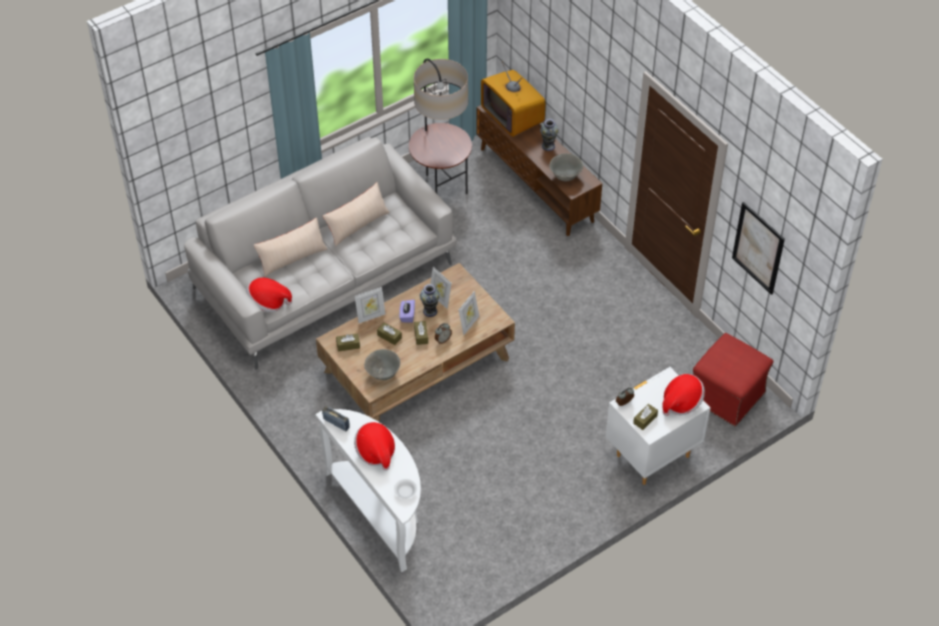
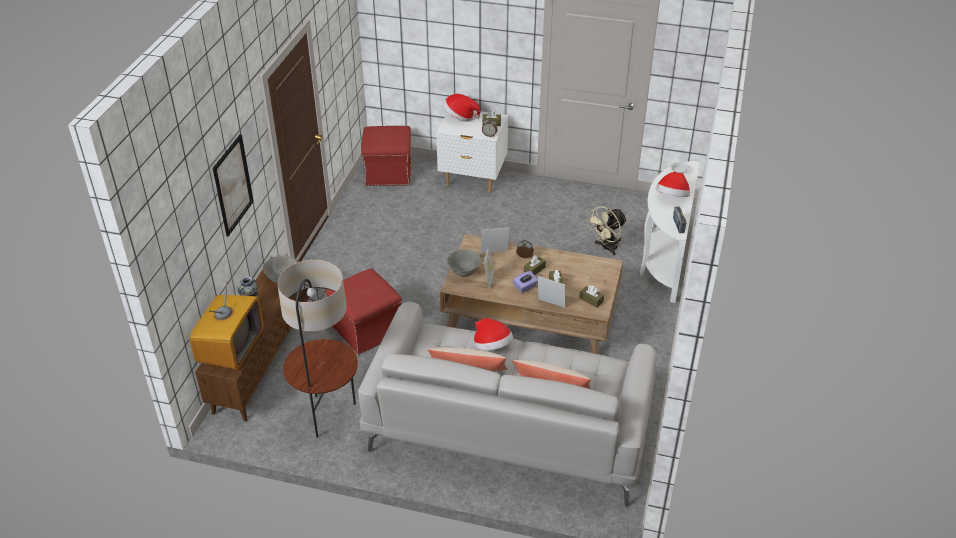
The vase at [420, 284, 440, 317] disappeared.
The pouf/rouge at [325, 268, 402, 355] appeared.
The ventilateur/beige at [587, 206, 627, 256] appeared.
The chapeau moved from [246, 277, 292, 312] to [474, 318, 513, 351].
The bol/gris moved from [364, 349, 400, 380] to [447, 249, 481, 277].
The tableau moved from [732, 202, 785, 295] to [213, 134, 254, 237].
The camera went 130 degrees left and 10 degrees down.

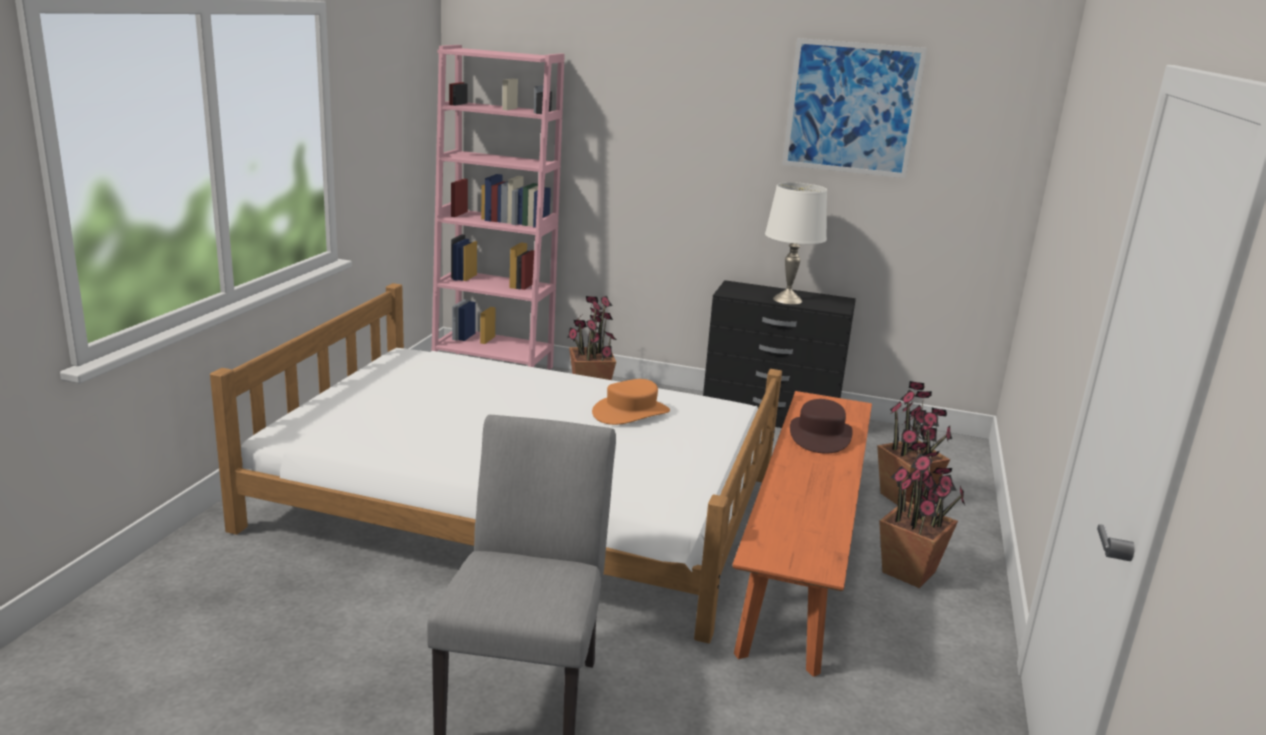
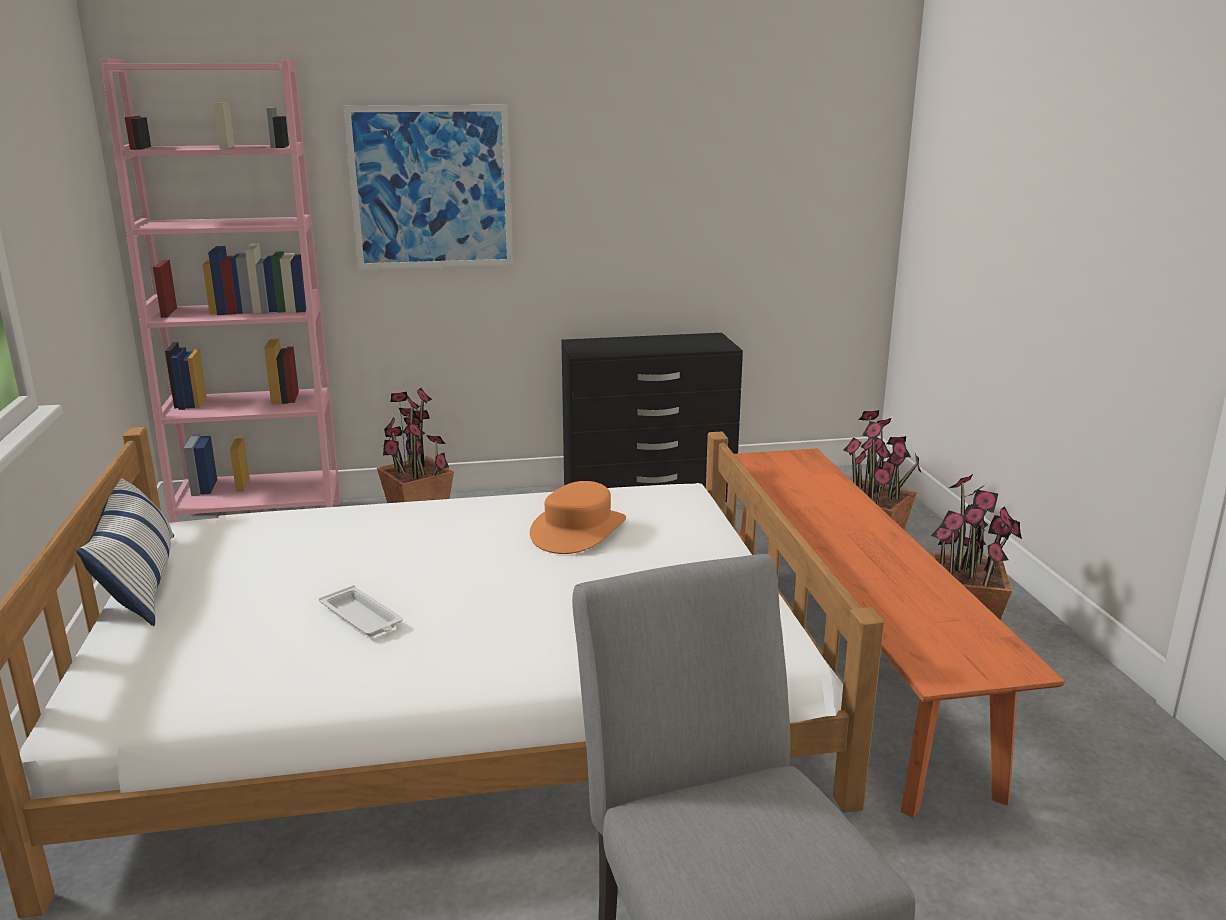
The lampe de table/blanc at [765, 182, 827, 304] disappeared.
The chapeau/marron at [790, 399, 853, 453] disappeared.
The coussin at [76, 478, 174, 626] appeared.
The plateau/blanc at [319, 585, 403, 637] appeared.
The tableau moved from [782, 38, 927, 178] to [344, 105, 513, 270].
The camera went 25 degrees left and 0 degrees up.

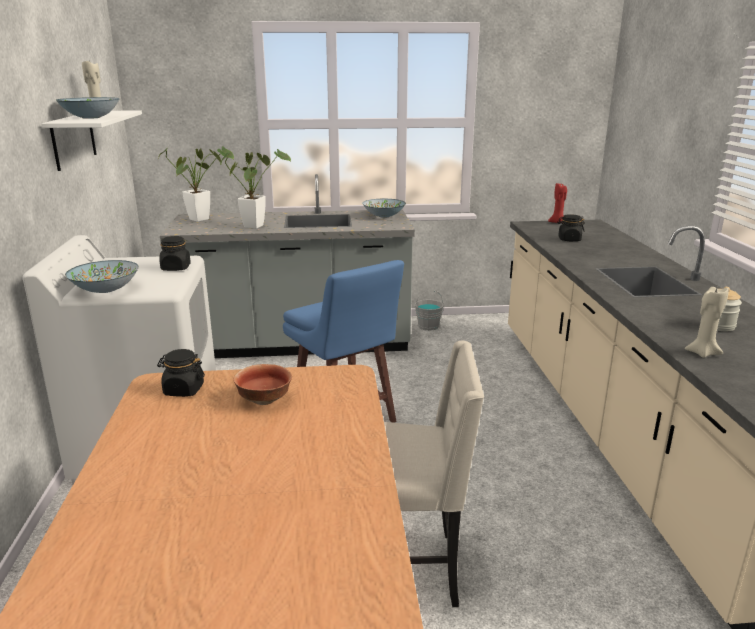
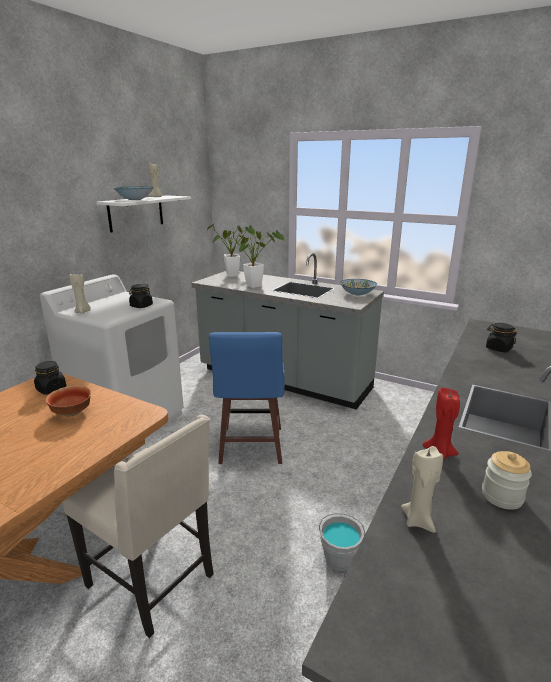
The seau/gris moved from [415, 290, 444, 331] to [319, 513, 365, 571].
The bougie/rouge moved from [548, 183, 567, 223] to [423, 388, 460, 460].
The bol at [65, 260, 139, 293] was replaced by the bougie/beige at [69, 274, 91, 314].
The camera went 35 degrees right and 0 degrees up.

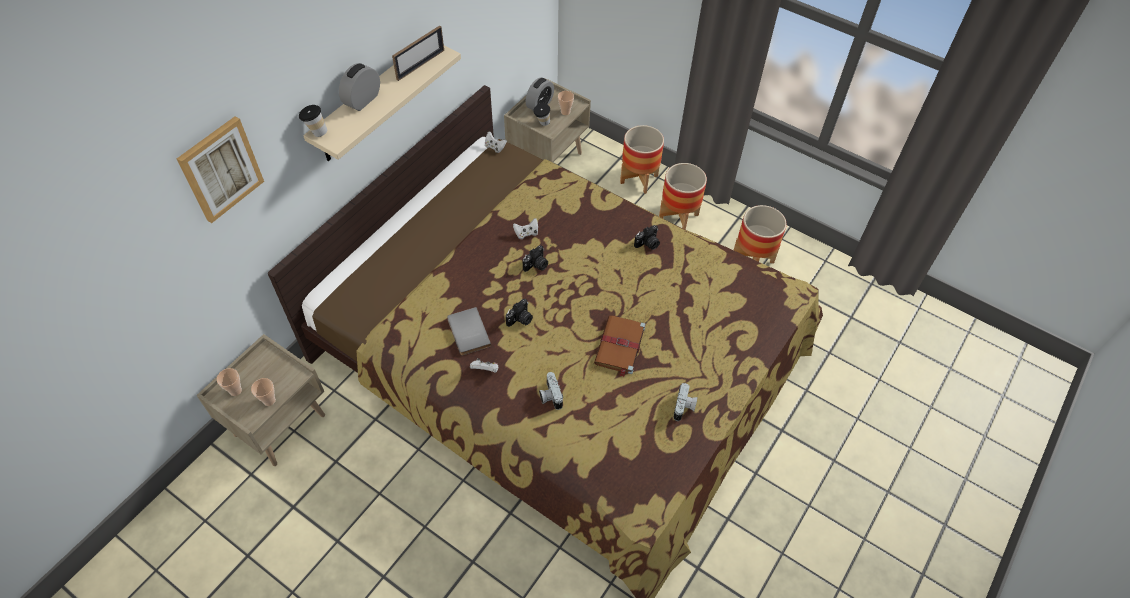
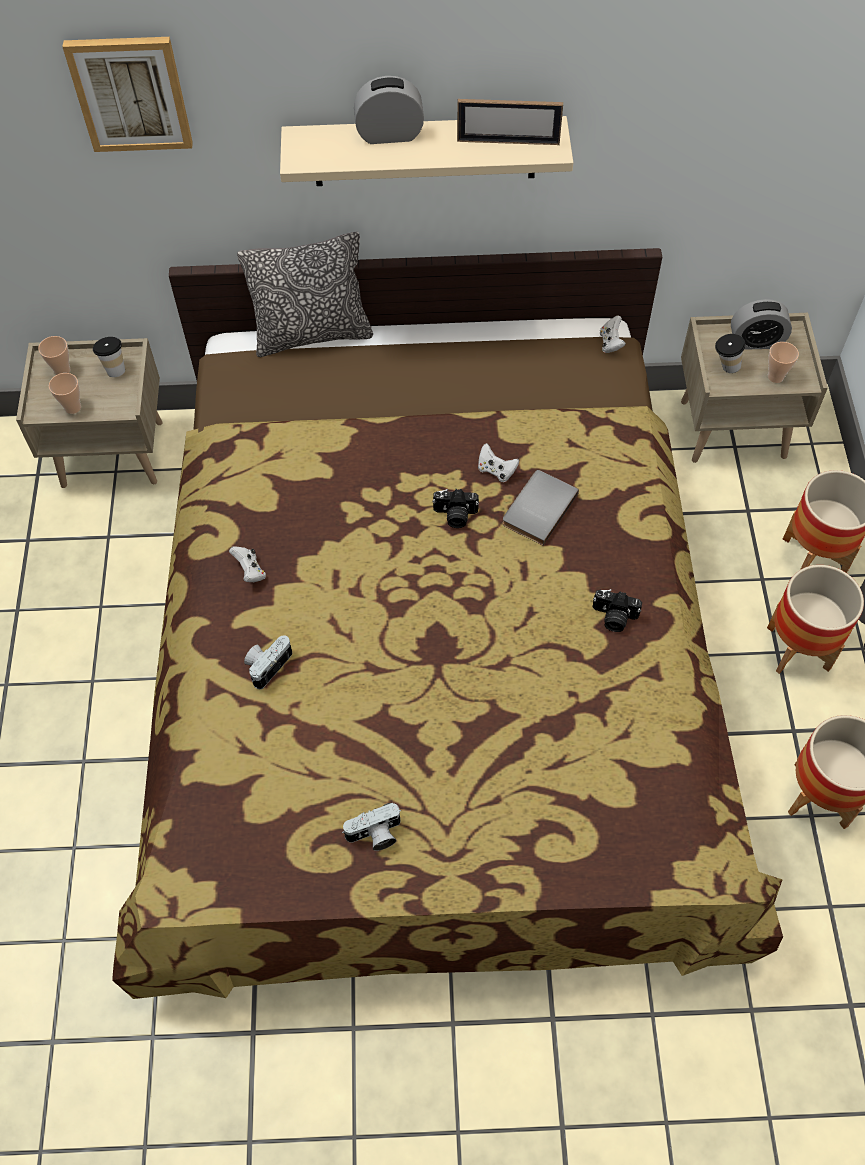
The appareil photo at [506, 299, 533, 327] disappeared.
The livre/marron at [594, 315, 646, 377] disappeared.
The coussin at [237, 232, 373, 357] appeared.
The tasse moved from [299, 105, 327, 137] to [93, 337, 125, 377].
The livre/gris moved from [447, 307, 491, 355] to [502, 470, 579, 545].
The camera went 55 degrees right and 5 degrees up.

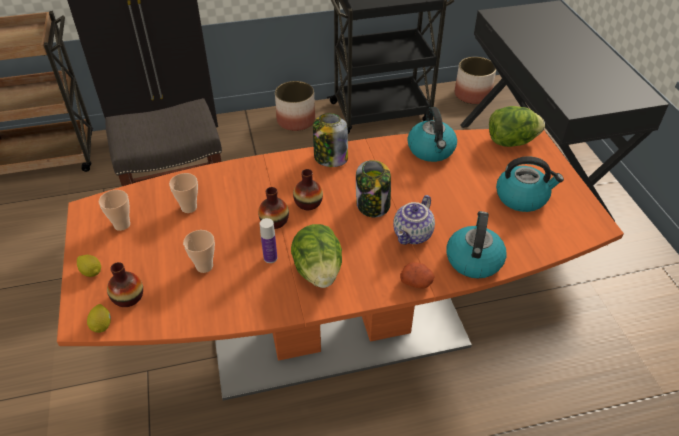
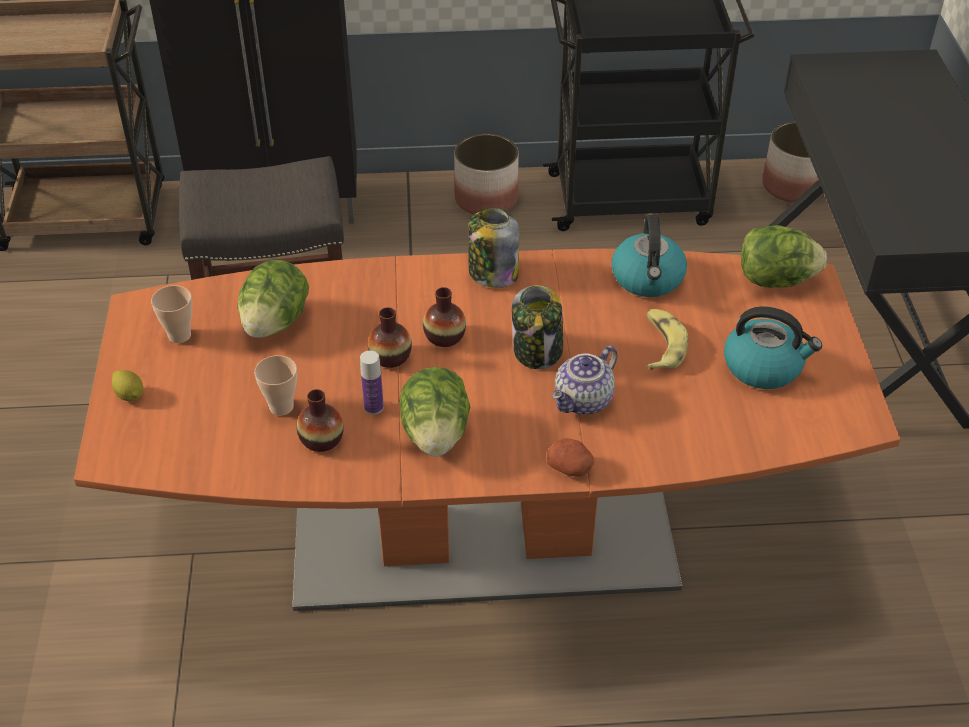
The citron at [87, 304, 111, 333] disappeared.
The bouilloire at [446, 211, 507, 278] disappeared.
The banane at [646, 309, 688, 370] appeared.
The vase moved from [107, 262, 143, 307] to [296, 389, 344, 452].
The tasse at [169, 173, 198, 213] was replaced by the laitue at [238, 260, 309, 338].
The camera went 10 degrees right and 0 degrees up.

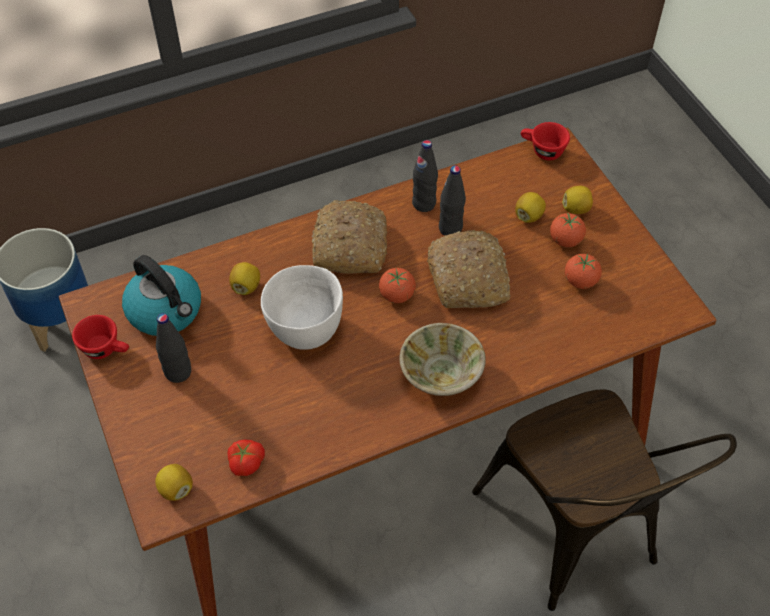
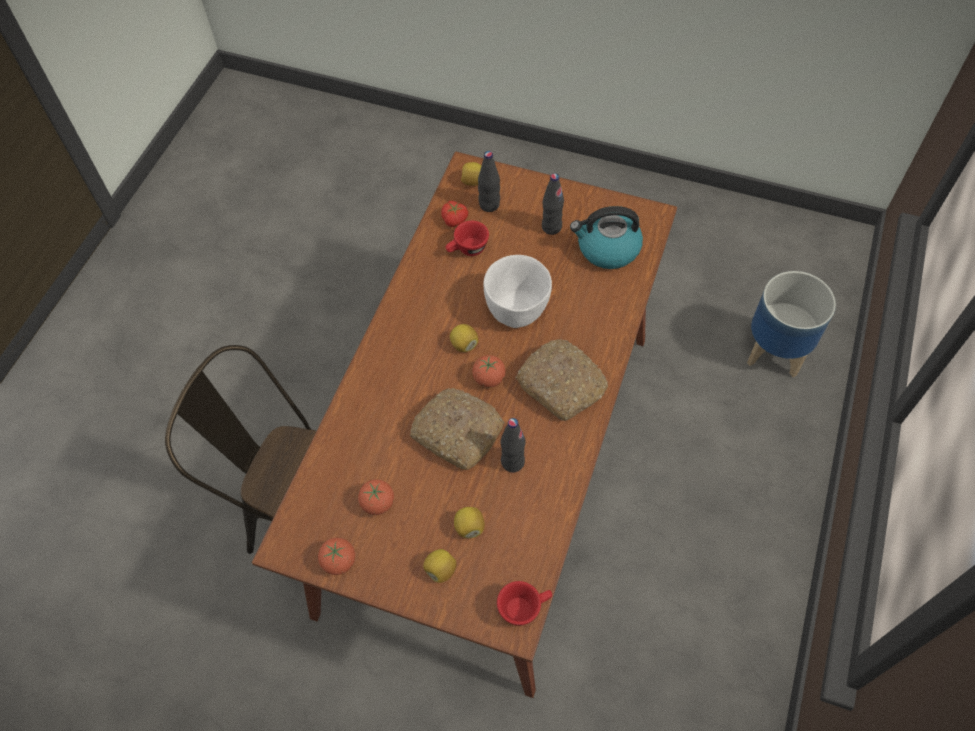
The bol/beige at [399, 323, 486, 396] disappeared.
The tasse/rouge moved from [72, 315, 129, 359] to [446, 221, 489, 256].
The citron moved from [229, 262, 260, 295] to [450, 324, 479, 352].
The bouteille/noir moved from [412, 140, 438, 212] to [478, 151, 500, 212].
The tomate moved from [550, 213, 586, 247] to [318, 538, 355, 575].
The camera went 135 degrees right and 5 degrees up.

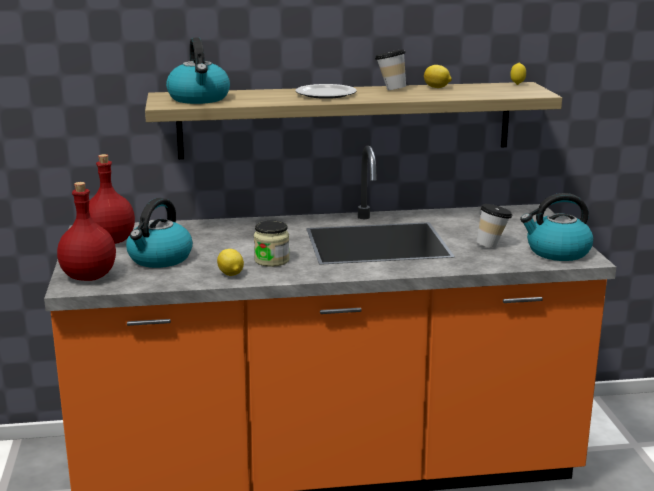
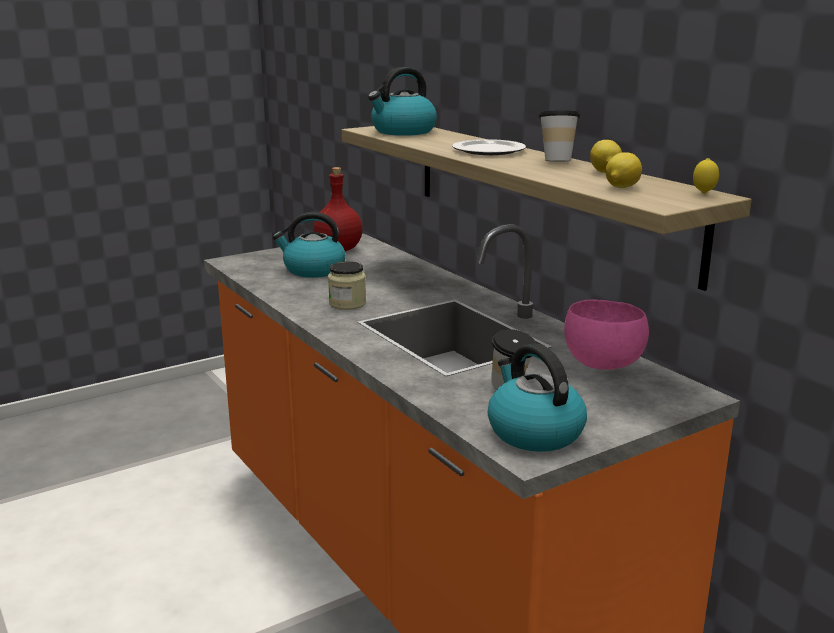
The bouteille/rouge at [57, 182, 116, 281] disappeared.
The bol/rose at [564, 299, 649, 370] appeared.
The citron moved from [217, 249, 244, 276] to [605, 152, 642, 188].
The camera went 65 degrees right and 0 degrees up.

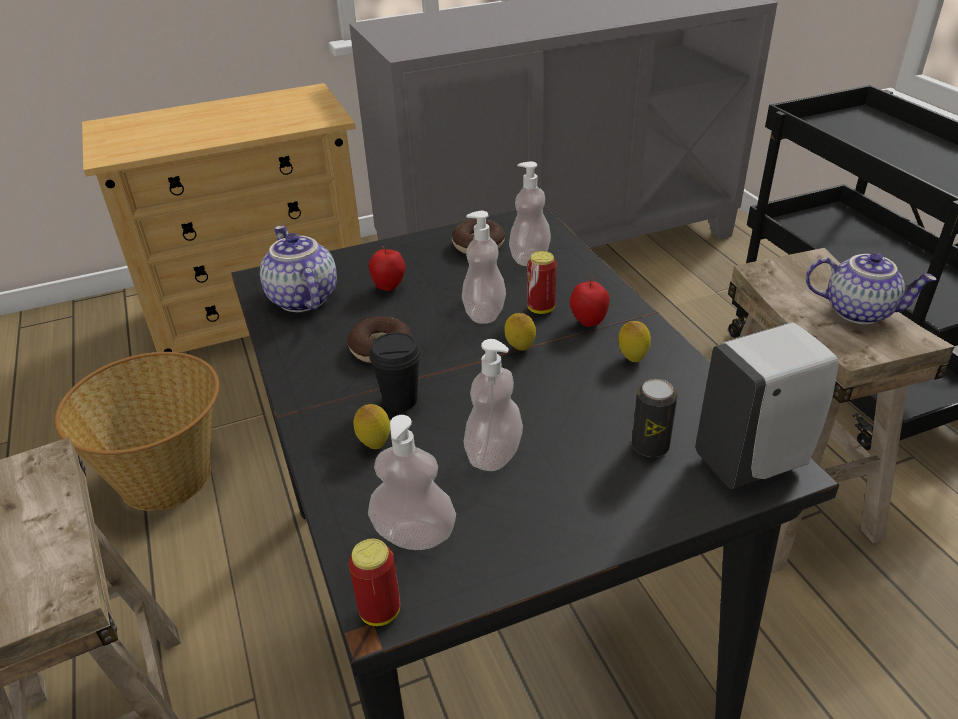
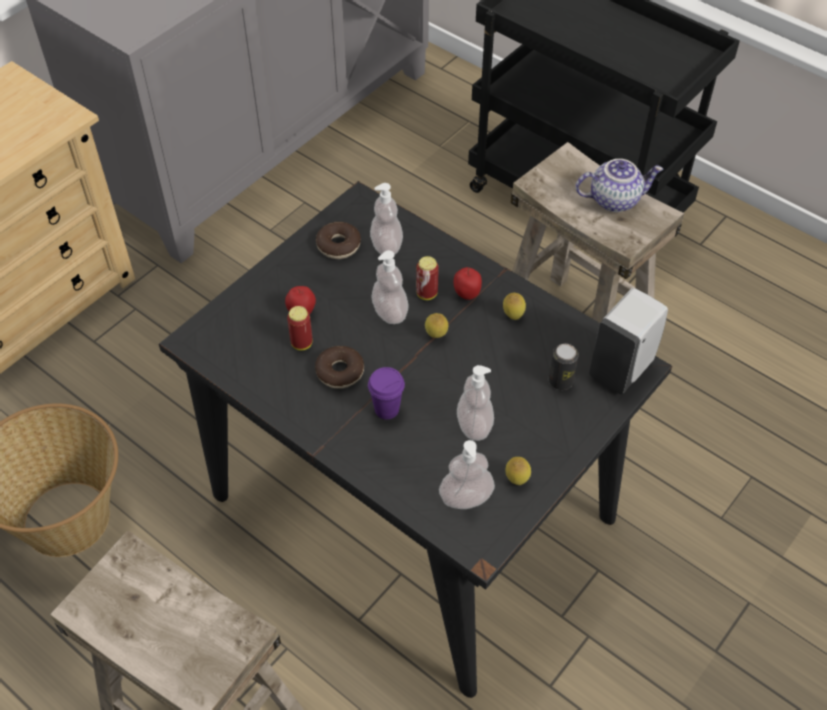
The théière at [260, 225, 337, 312] disappeared.
The boîte métallique moved from [349, 539, 400, 626] to [287, 306, 312, 350].
The citron moved from [354, 404, 390, 449] to [506, 457, 531, 485].
The tasse/noir at [369, 332, 421, 411] became the tasse/violet at [368, 367, 405, 419].
The camera went 30 degrees left and 15 degrees up.

